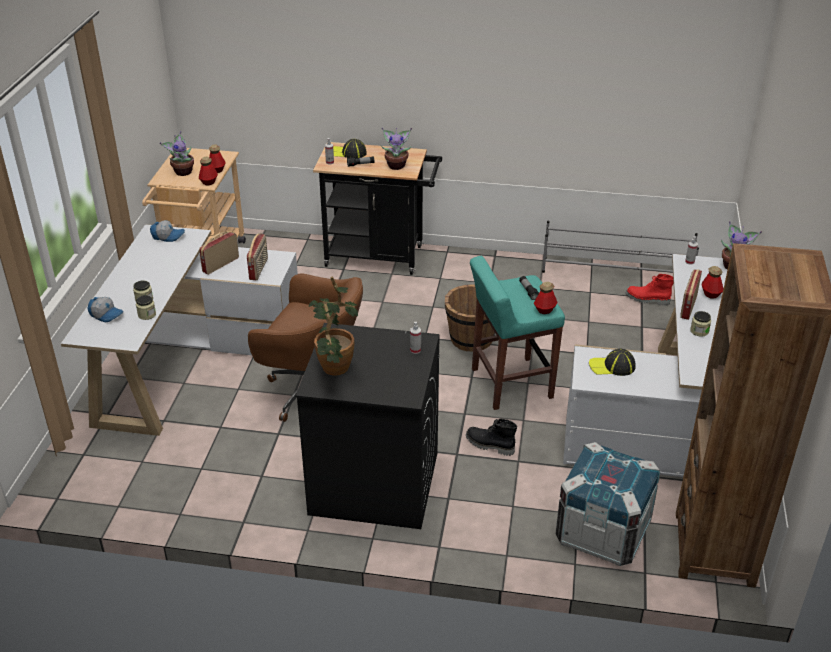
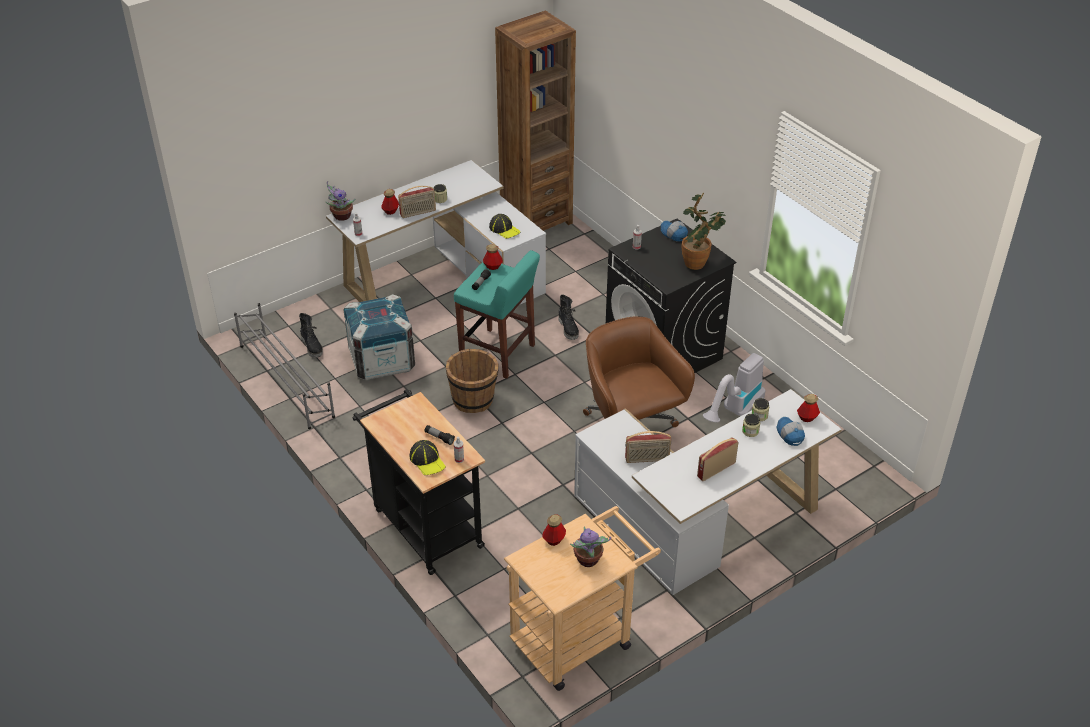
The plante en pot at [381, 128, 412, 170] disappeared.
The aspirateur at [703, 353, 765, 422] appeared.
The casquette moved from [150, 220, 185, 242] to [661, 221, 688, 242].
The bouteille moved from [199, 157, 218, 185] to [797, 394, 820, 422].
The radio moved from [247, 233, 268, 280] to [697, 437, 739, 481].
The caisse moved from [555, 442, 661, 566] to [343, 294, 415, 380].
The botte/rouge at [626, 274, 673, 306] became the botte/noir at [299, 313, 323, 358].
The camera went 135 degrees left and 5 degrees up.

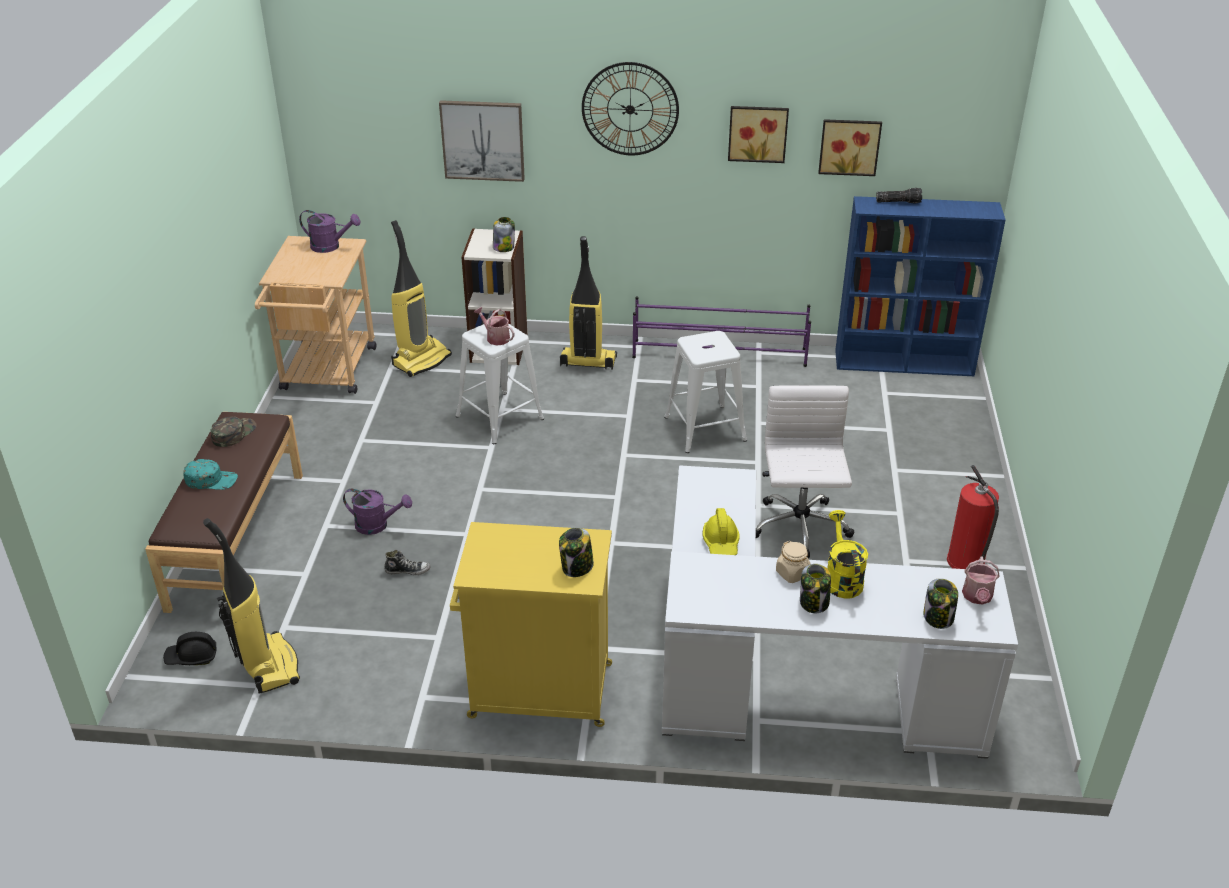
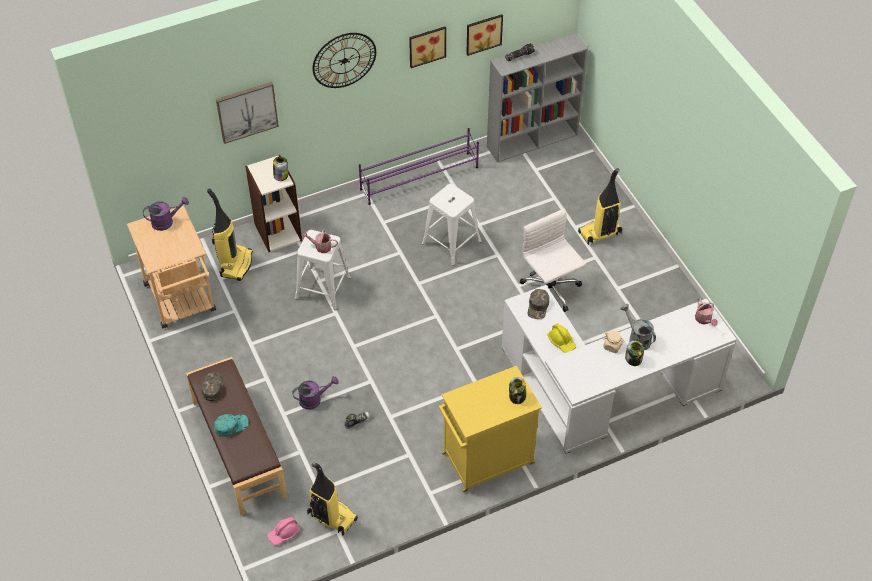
The bocal at [923, 578, 958, 629] disappeared.
The extincteur at [947, 465, 999, 569] disappeared.
The casquette/vert at [528, 289, 549, 319] appeared.
The aspirateur moved from [560, 236, 617, 370] to [578, 168, 622, 245].
The casque de chantier/noir at [163, 632, 217, 665] became the casque de chantier/rose at [267, 517, 300, 545].
The arrosoir/jaune at [827, 510, 868, 599] became the arrosoir/gris at [620, 304, 656, 350].
The bibliothèque/bleu at [835, 196, 1006, 376] became the bibliothèque/gris at [487, 33, 588, 162].
The camera went 30 degrees left and 15 degrees up.

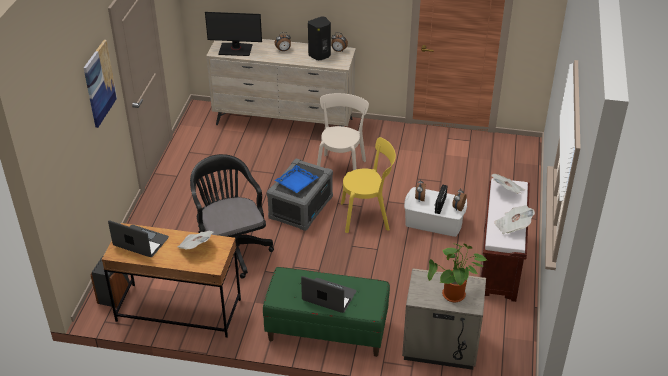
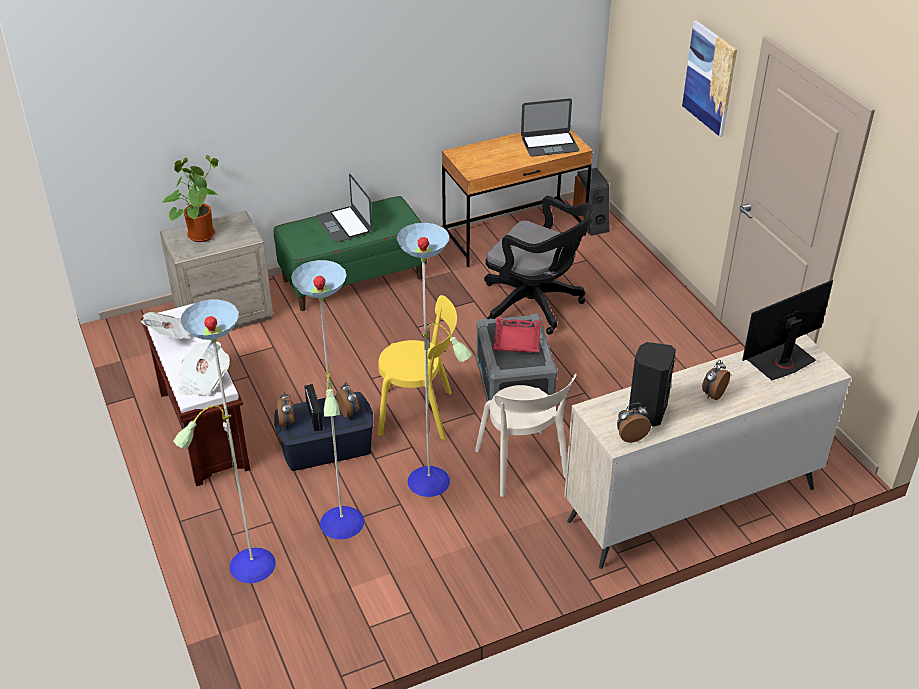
The journal at [177, 230, 214, 249] disappeared.
The lampadaire at [174, 223, 472, 583] appeared.
The plateau/bleu at [275, 165, 318, 193] became the plateau/rouge at [493, 318, 541, 353].
The boîte de rangement/blanc at [404, 187, 467, 237] became the boîte de rangement/bleu at [274, 392, 373, 471].
The ordinateur portable at [301, 276, 356, 313] turned 75 degrees clockwise.
The chaise/jaune at [341, 137, 396, 233] turned 135 degrees counterclockwise.
The camera went 145 degrees right and 0 degrees up.

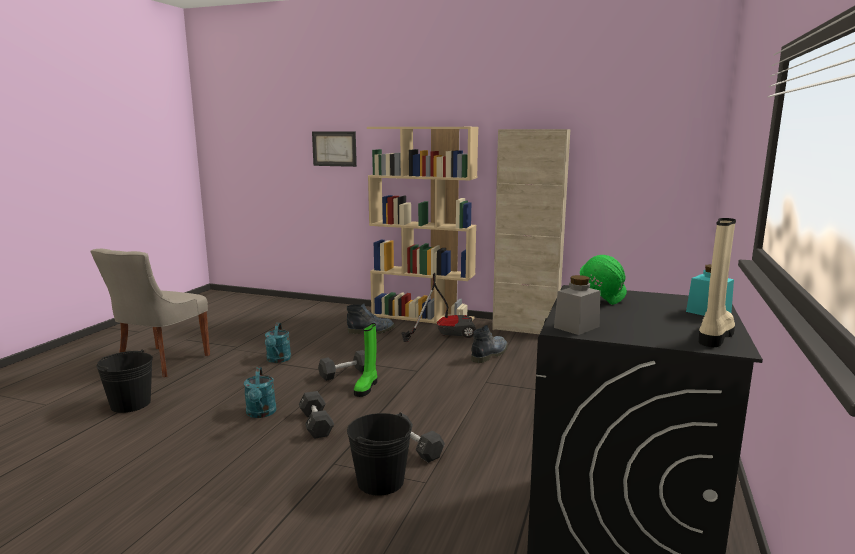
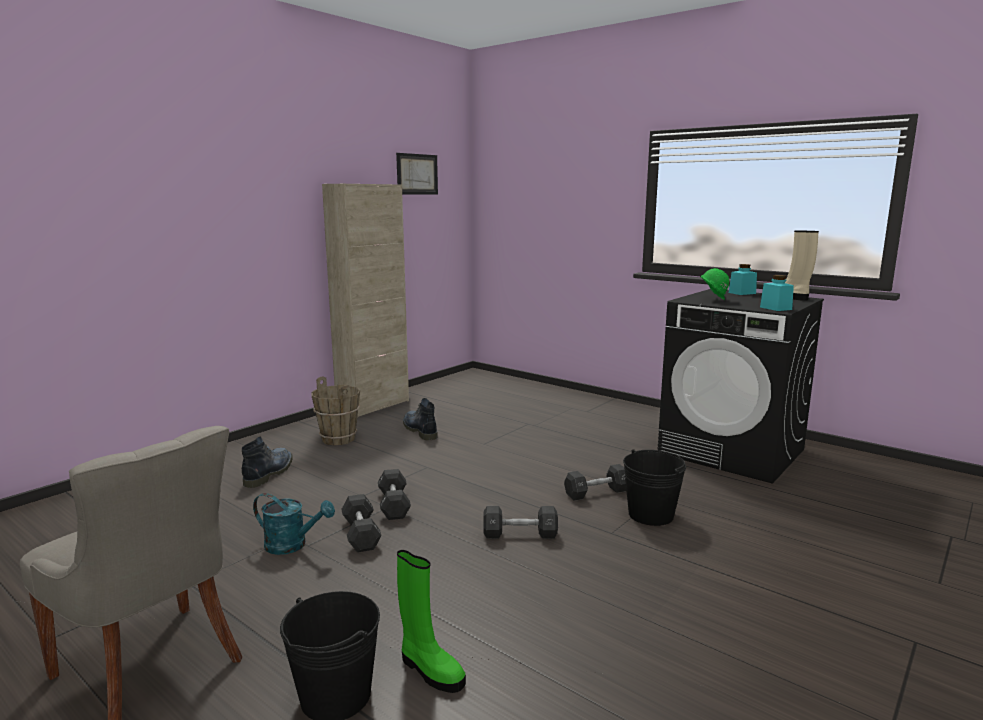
The arrosoir/turquoise at [244, 367, 276, 418] disappeared.
The bibliothèque/beige at [367, 127, 478, 324] disappeared.
The haltère/noir at [341, 494, 382, 552] appeared.
The tableau moved from [312, 131, 357, 167] to [396, 153, 438, 194].
The botte/vert moved from [354, 323, 377, 397] to [397, 550, 466, 693].
The aspirateur at [401, 273, 476, 342] was replaced by the seau/marron at [311, 376, 360, 445].
The bocal/gris at [554, 275, 600, 335] became the bocal/turquoise at [760, 275, 794, 311].
The camera went 70 degrees left and 0 degrees up.

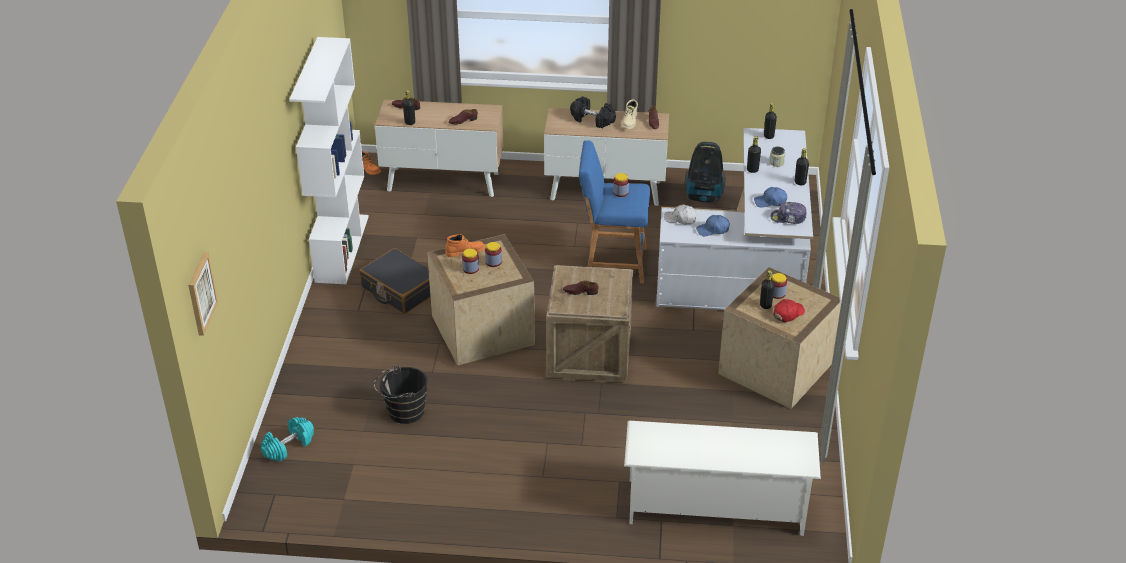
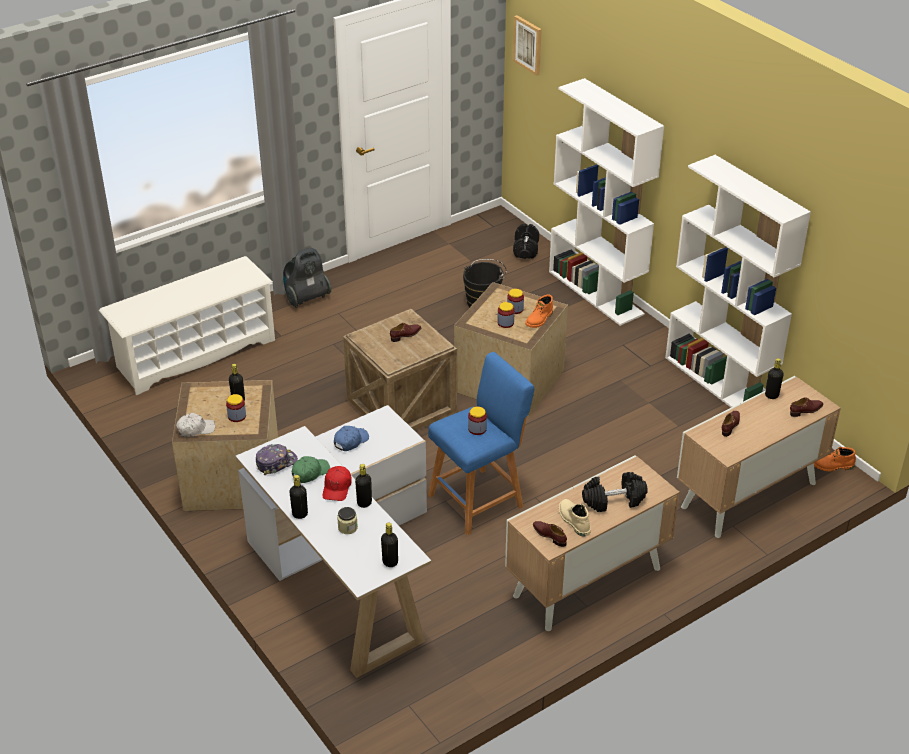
The valise/noir at [359, 248, 430, 314] disappeared.
The bibliothèque/blanc at [549, 78, 664, 326] appeared.
The casquette/blanc moved from [664, 204, 697, 225] to [176, 413, 215, 437].
The aspirateur moved from [685, 142, 726, 202] to [283, 248, 331, 308].
The casquette/rouge moved from [773, 299, 805, 322] to [323, 466, 351, 501].
The haltère/turquoise at [260, 417, 314, 462] became the haltère/noir at [513, 224, 539, 259].
The casquette/bleu at [754, 187, 787, 208] became the casquette/vert at [292, 456, 330, 483].
The camera went 140 degrees right and 0 degrees up.

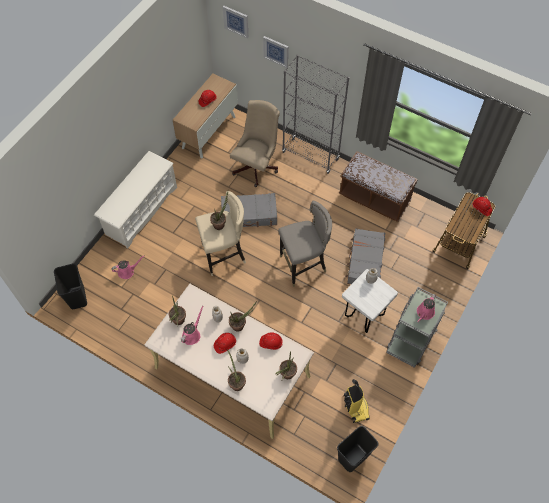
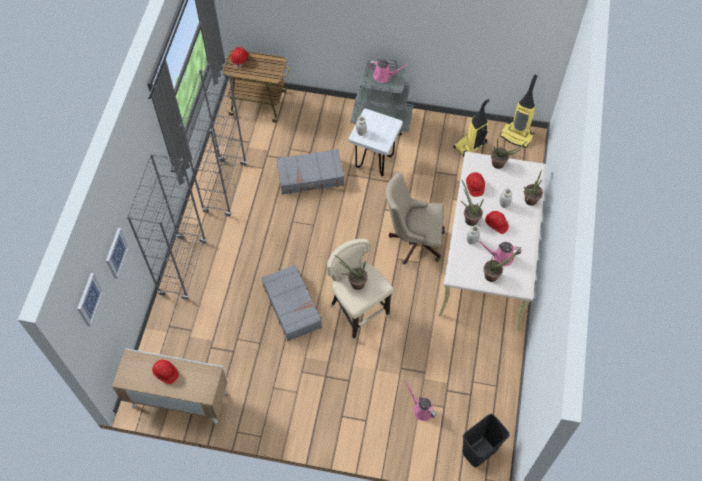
The étagère à chaussures/blanc at [94, 151, 177, 249] disappeared.
The tabouret/gris at [278, 201, 332, 287] disappeared.
The chaise de bureau/beige moved from [230, 100, 280, 187] to [385, 173, 445, 264].
The poubelle/noir at [337, 426, 379, 472] was replaced by the aspirateur at [500, 74, 537, 148].
The banc/marron at [339, 151, 418, 222] was replaced by the bibliothèque/gris at [180, 69, 247, 217].
The camera went 110 degrees left and 0 degrees up.

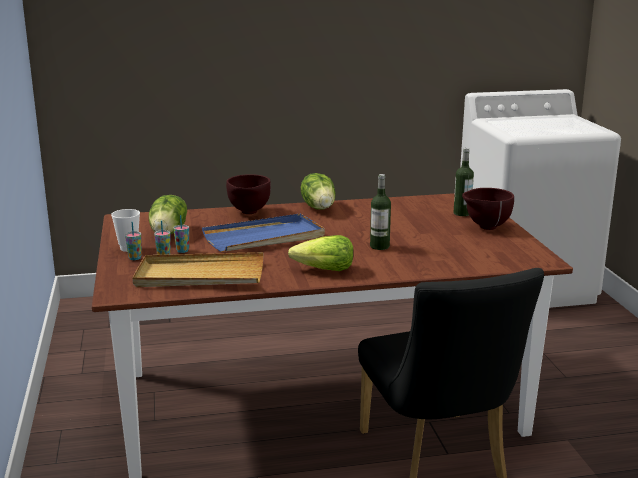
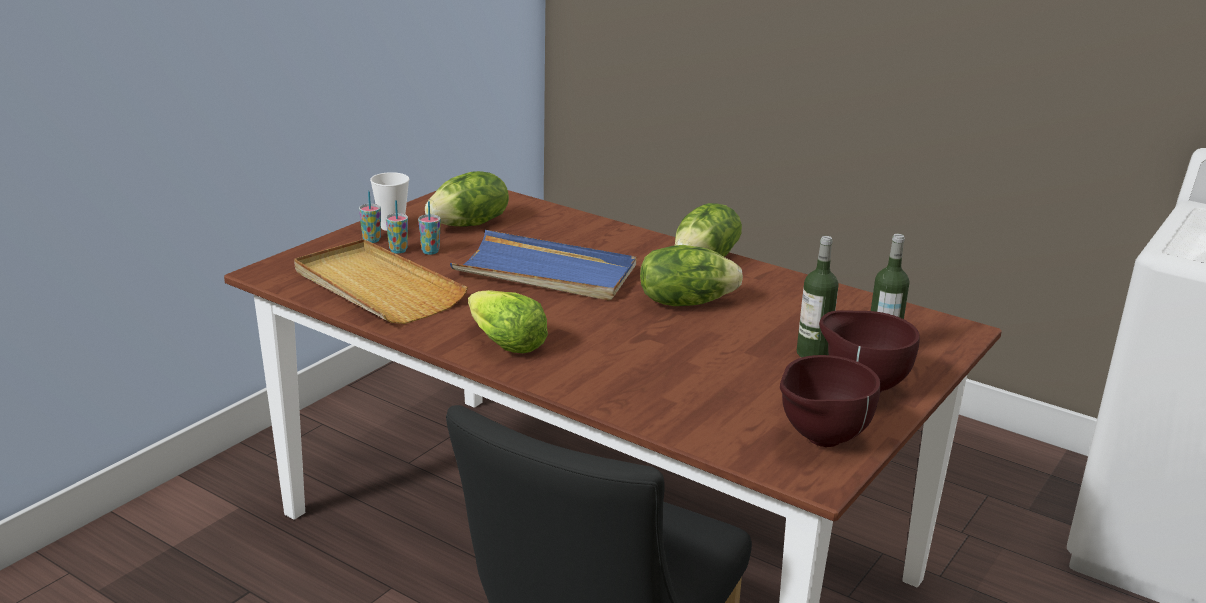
The laitue at [640, 245, 743, 306] appeared.
The bol/marron moved from [226, 174, 271, 214] to [780, 355, 880, 447].
The bouteille moved from [370, 174, 391, 250] to [797, 236, 839, 357].
The camera went 45 degrees right and 5 degrees up.

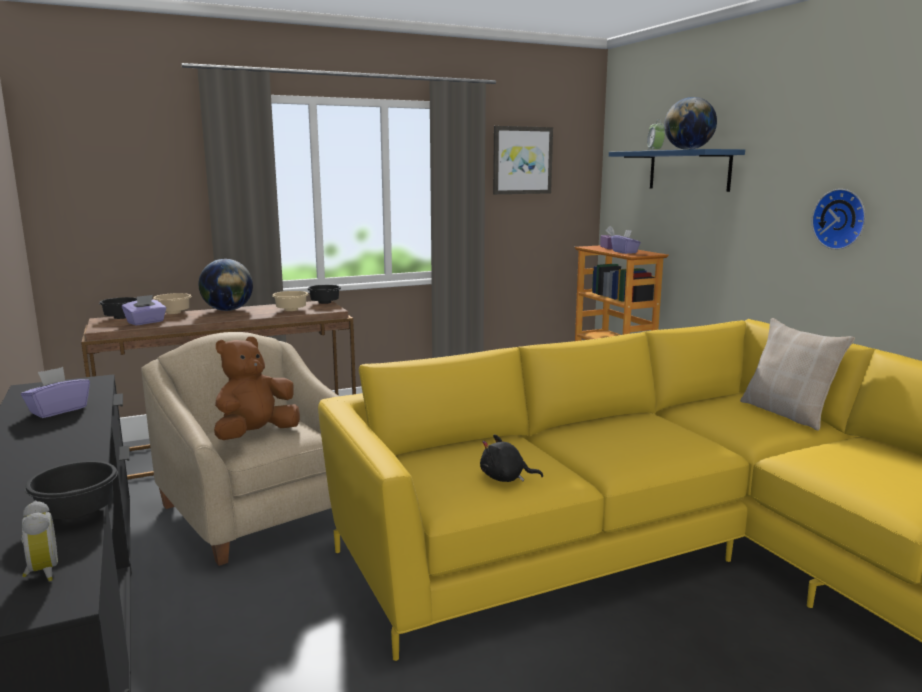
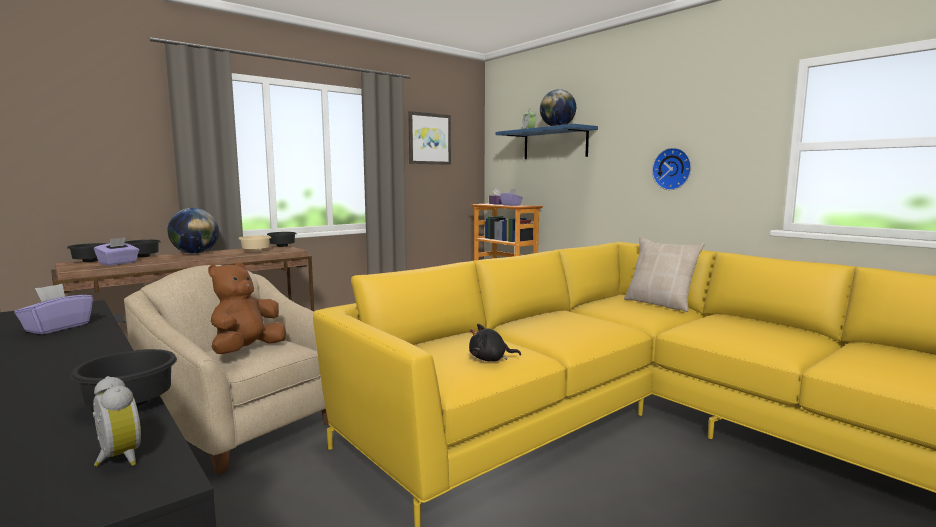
The bol/beige at [153, 293, 192, 314] became the bol/noir at [124, 240, 161, 258].
The camera went 15 degrees left and 5 degrees down.

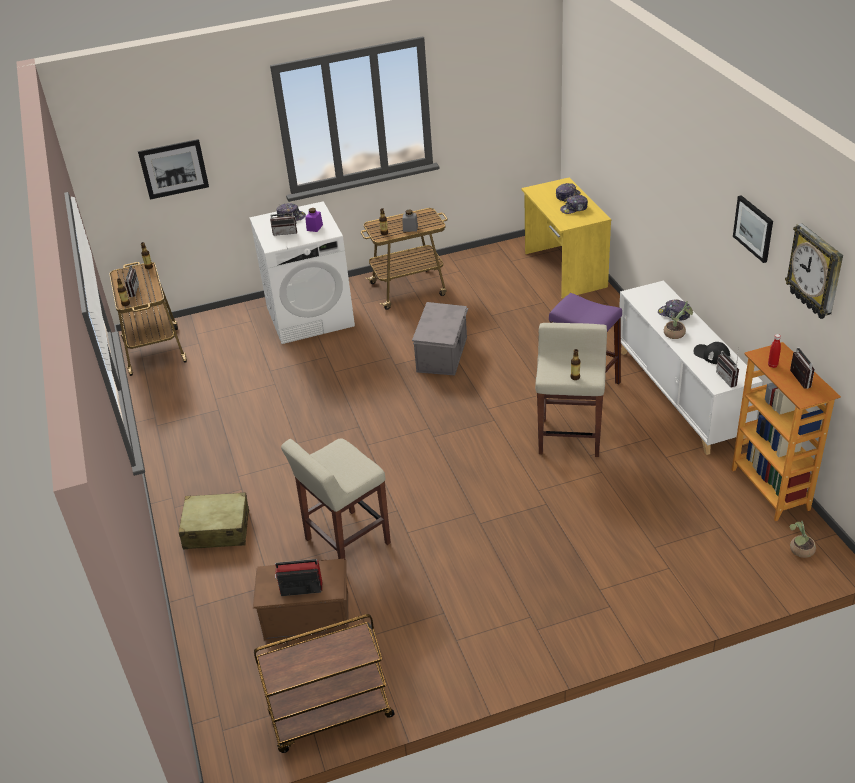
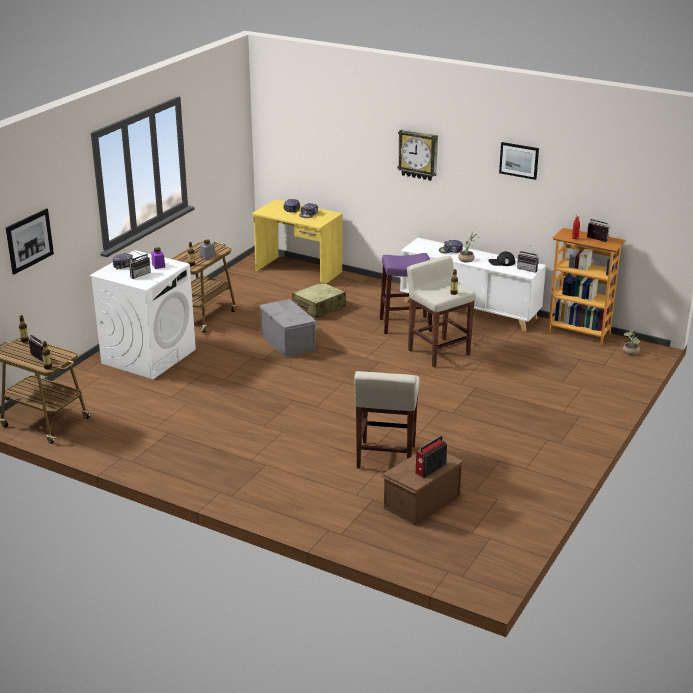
The chariot/marron at [254, 614, 395, 753] disappeared.
The valise/beige moved from [179, 492, 249, 549] to [292, 282, 346, 318].
The horloge murale moved from [785, 223, 843, 319] to [397, 129, 438, 181].
The camera went 45 degrees left and 10 degrees down.

